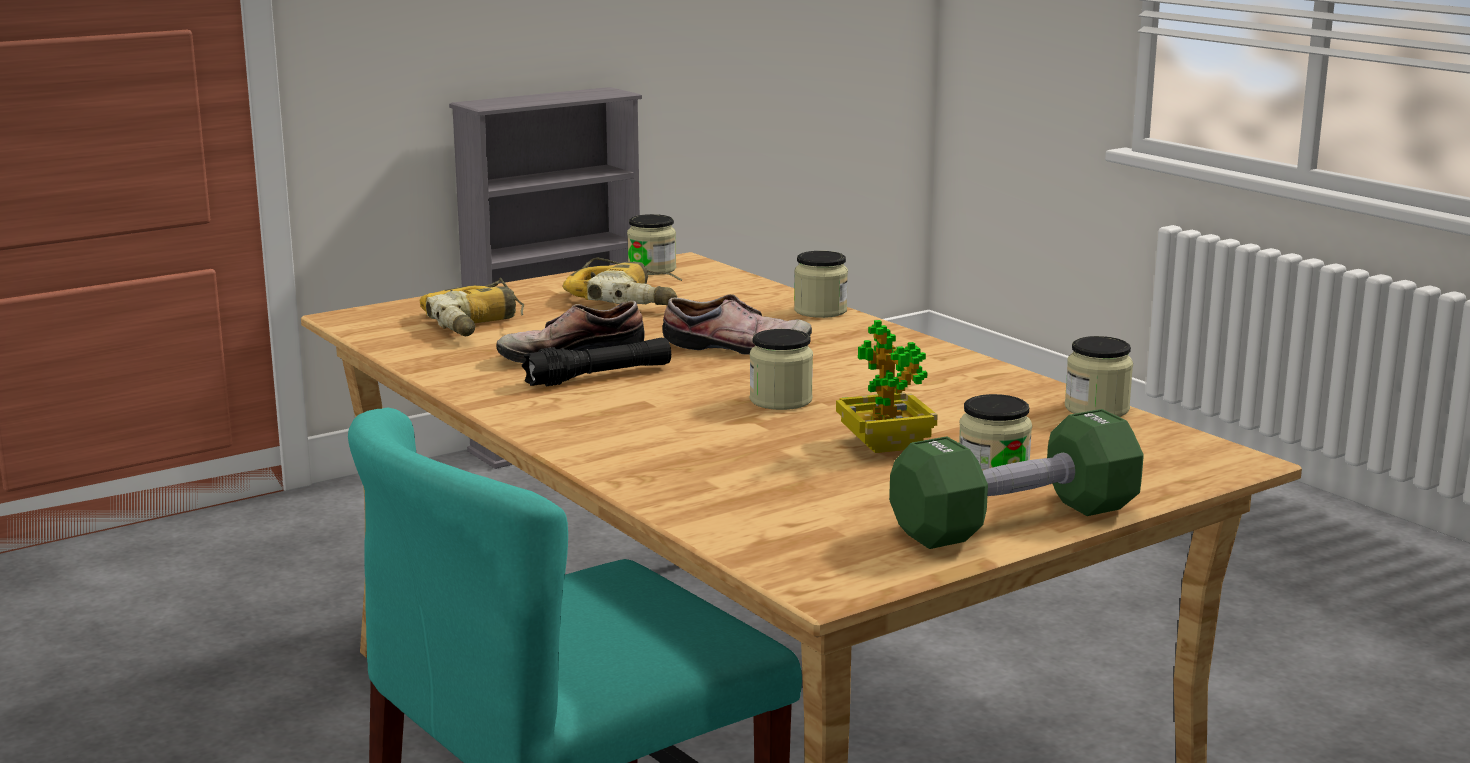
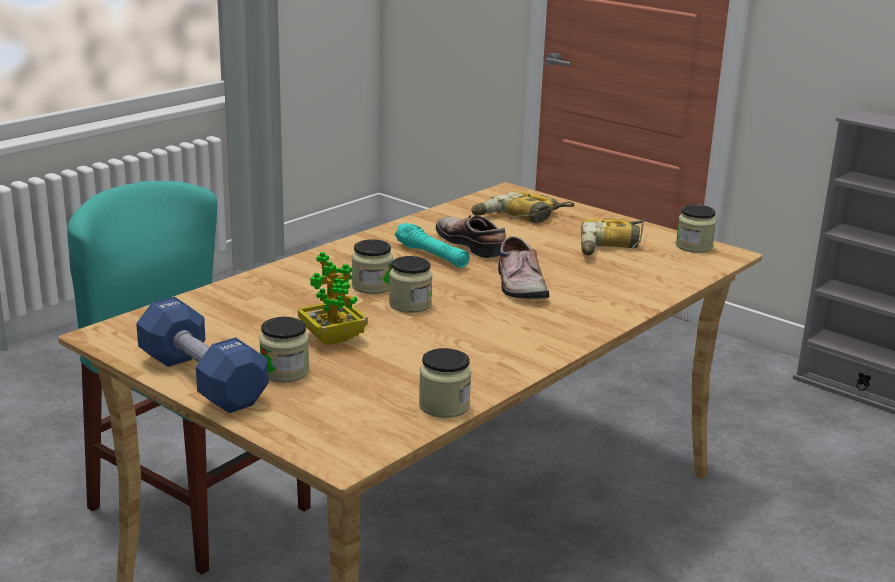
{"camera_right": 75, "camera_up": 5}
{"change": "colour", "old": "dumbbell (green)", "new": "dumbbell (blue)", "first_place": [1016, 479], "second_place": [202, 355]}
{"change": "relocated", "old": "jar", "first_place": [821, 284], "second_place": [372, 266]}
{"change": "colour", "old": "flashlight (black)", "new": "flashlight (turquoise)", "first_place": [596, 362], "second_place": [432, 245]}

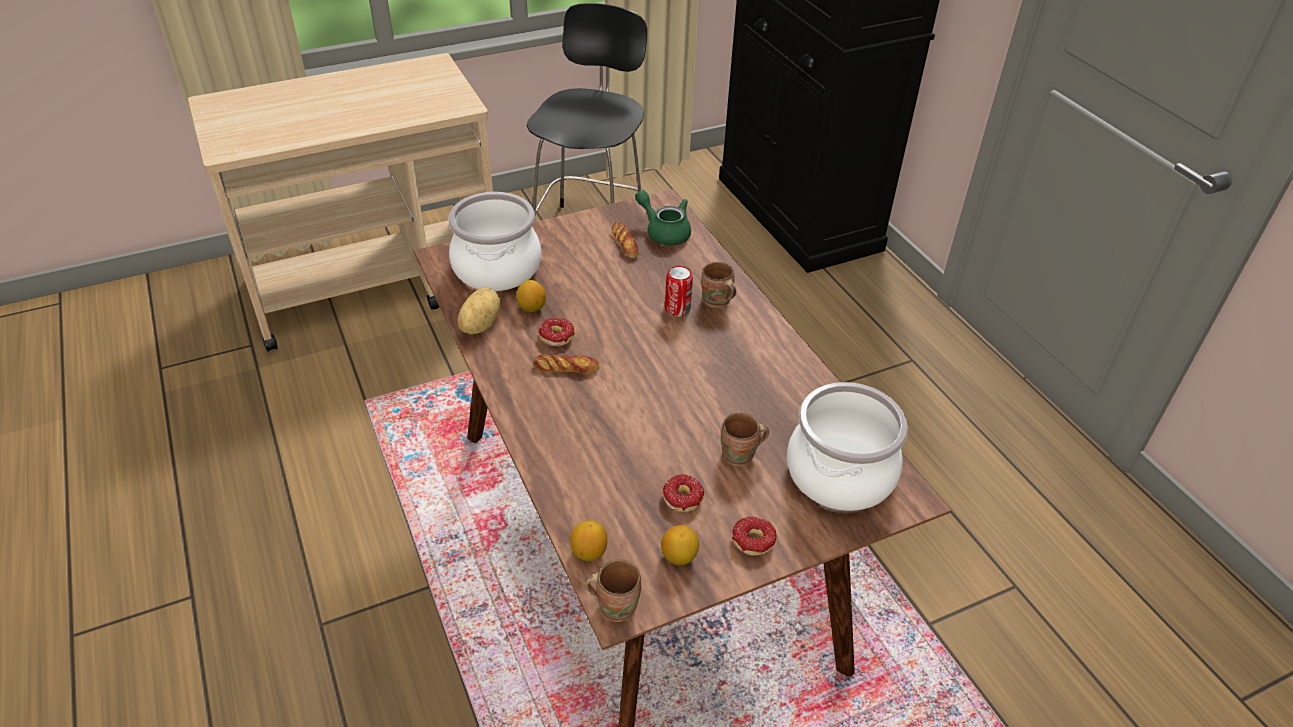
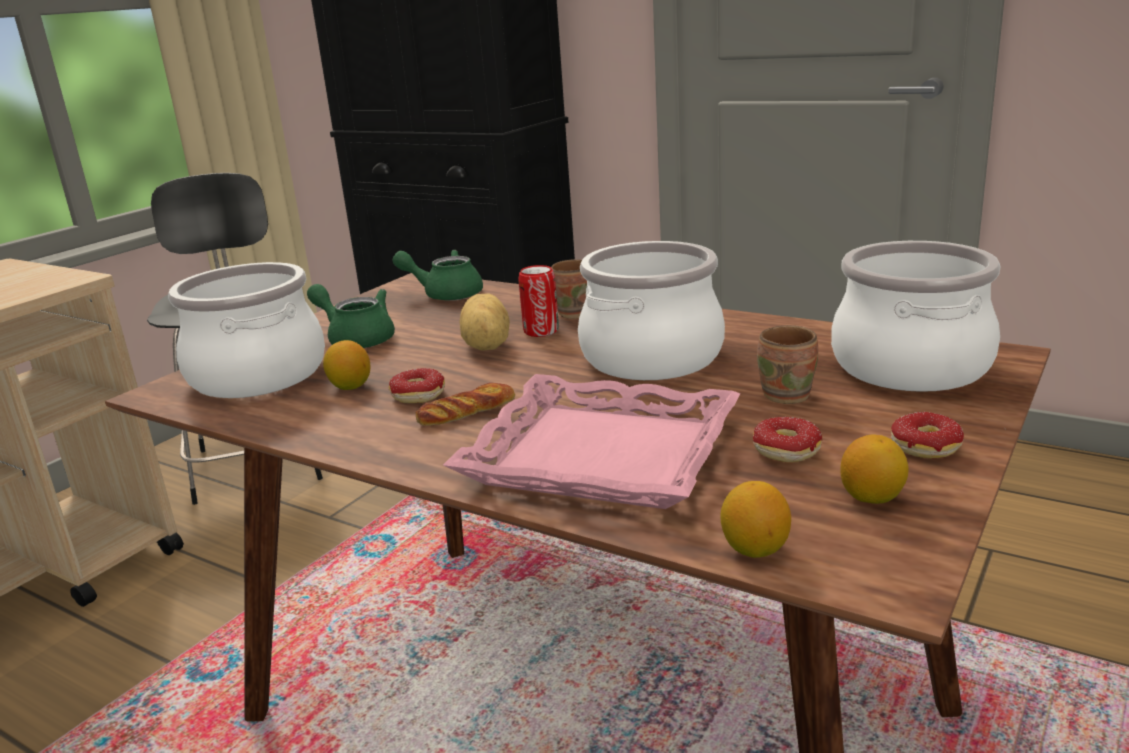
{"camera_right": -30, "camera_up": -20}
{"change": "appeared", "new": "teapot (green)", "second_place": [351, 316]}
{"change": "appeared", "new": "tray (pink)", "second_place": [591, 441]}
{"change": "relocated", "old": "potato", "first_place": [479, 310], "second_place": [484, 322]}
{"change": "appeared", "new": "cooking pot", "second_place": [651, 310]}
{"change": "missing", "old": "mug (brown)", "first_place": [613, 590]}
{"change": "missing", "old": "bread", "first_place": [625, 240]}

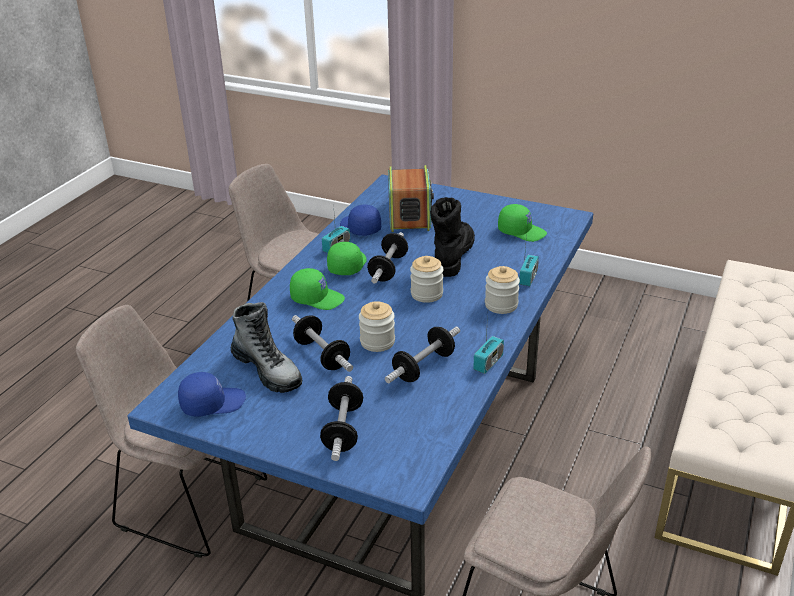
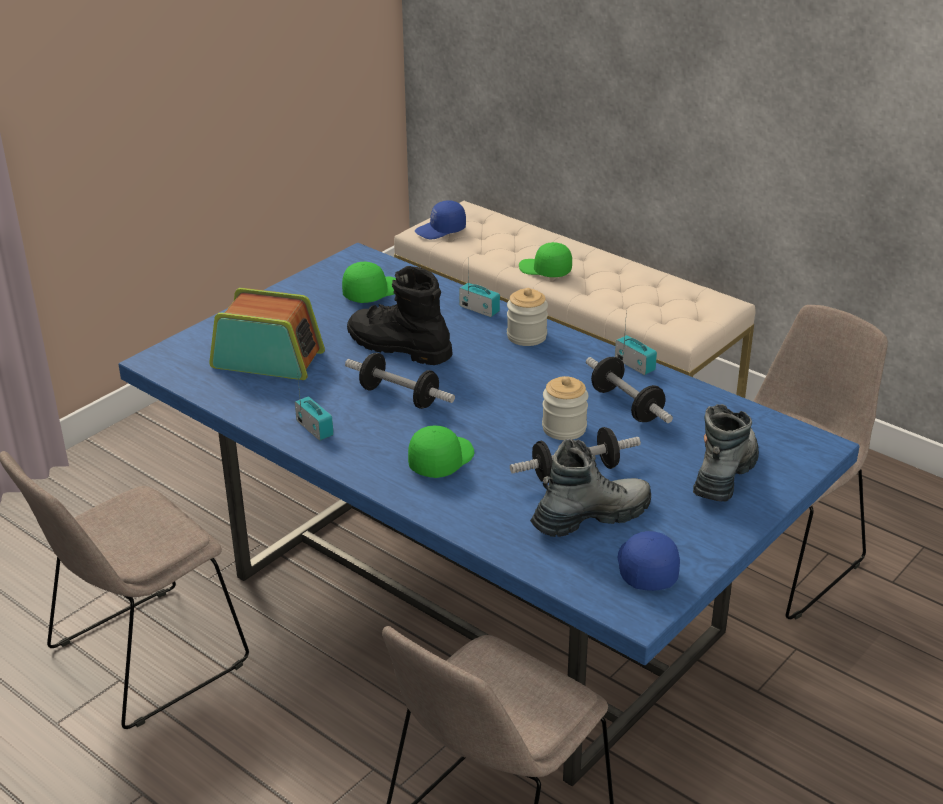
{"camera_right": -75, "camera_up": 0}
{"change": "relocated", "old": "cap (blue)", "first_place": [360, 220], "second_place": [440, 219]}
{"change": "relocated", "old": "cap (green)", "first_place": [347, 258], "second_place": [545, 259]}
{"change": "exchanged", "old": "dumbbell", "new": "boot", "first_place": [341, 418], "second_place": [726, 453]}
{"change": "missing", "old": "jar", "first_place": [426, 279]}

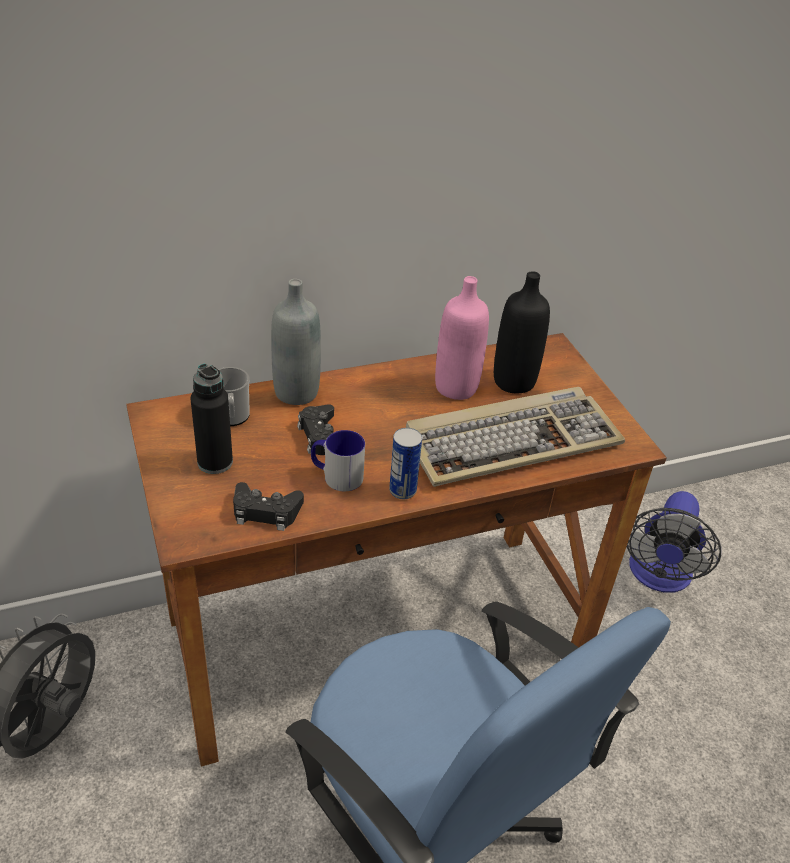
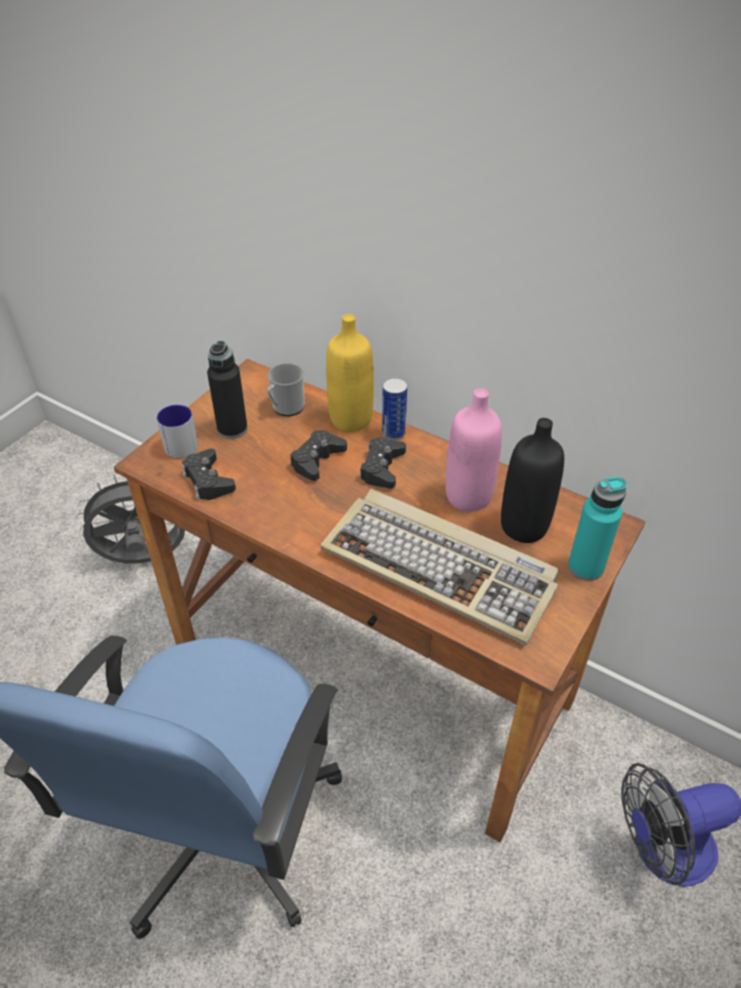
{"camera_right": 55, "camera_up": 5}
{"change": "relocated", "old": "mug", "first_place": [338, 460], "second_place": [177, 432]}
{"change": "colour", "old": "bottle (grey)", "new": "bottle (yellow)", "first_place": [296, 342], "second_place": [350, 373]}
{"change": "appeared", "new": "game controller (black)", "second_place": [382, 463]}
{"change": "relocated", "old": "can", "first_place": [405, 463], "second_place": [394, 409]}
{"change": "appeared", "new": "bottle (turquoise)", "second_place": [597, 528]}

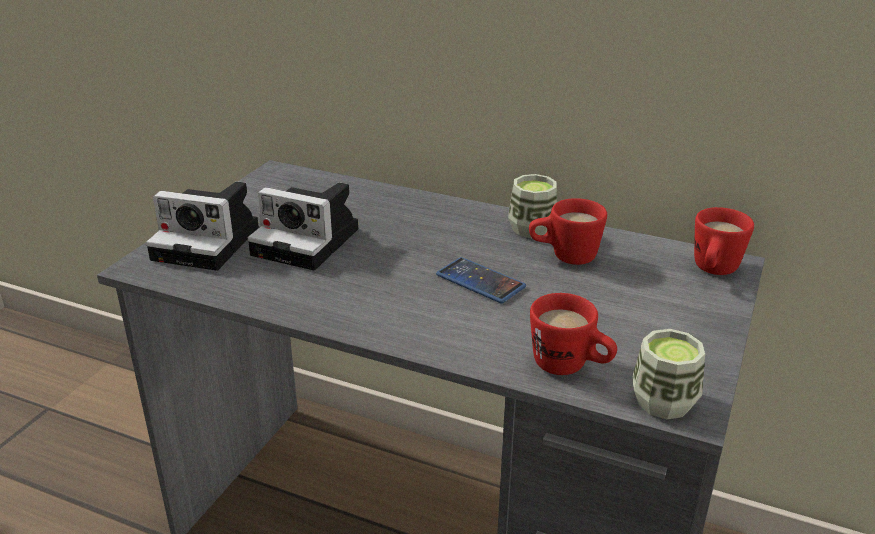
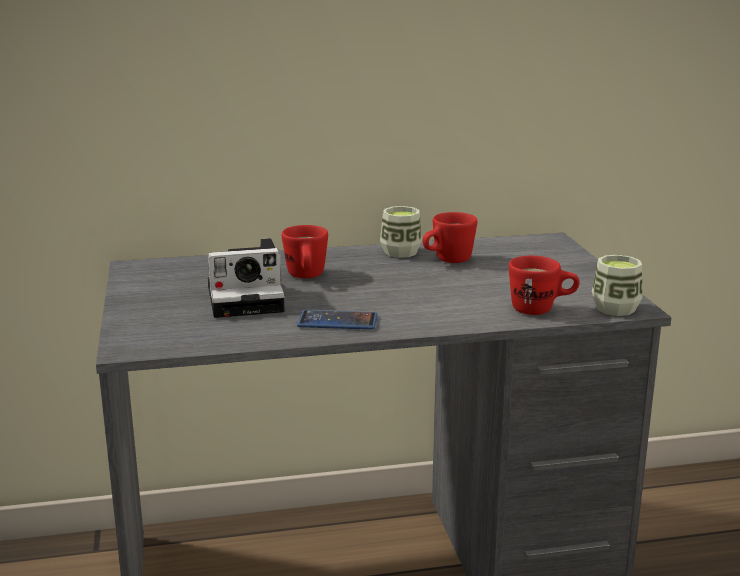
{"camera_right": -35, "camera_up": -10}
{"change": "relocated", "old": "mug (red)", "first_place": [724, 241], "second_place": [305, 251]}
{"change": "relocated", "old": "phone", "first_place": [481, 280], "second_place": [337, 320]}
{"change": "missing", "old": "photo camera", "first_place": [202, 226]}

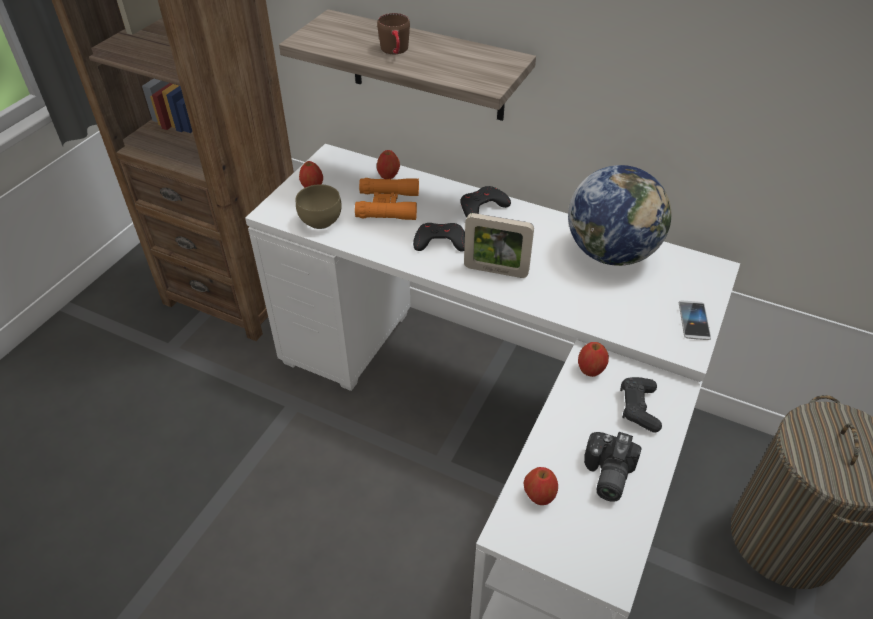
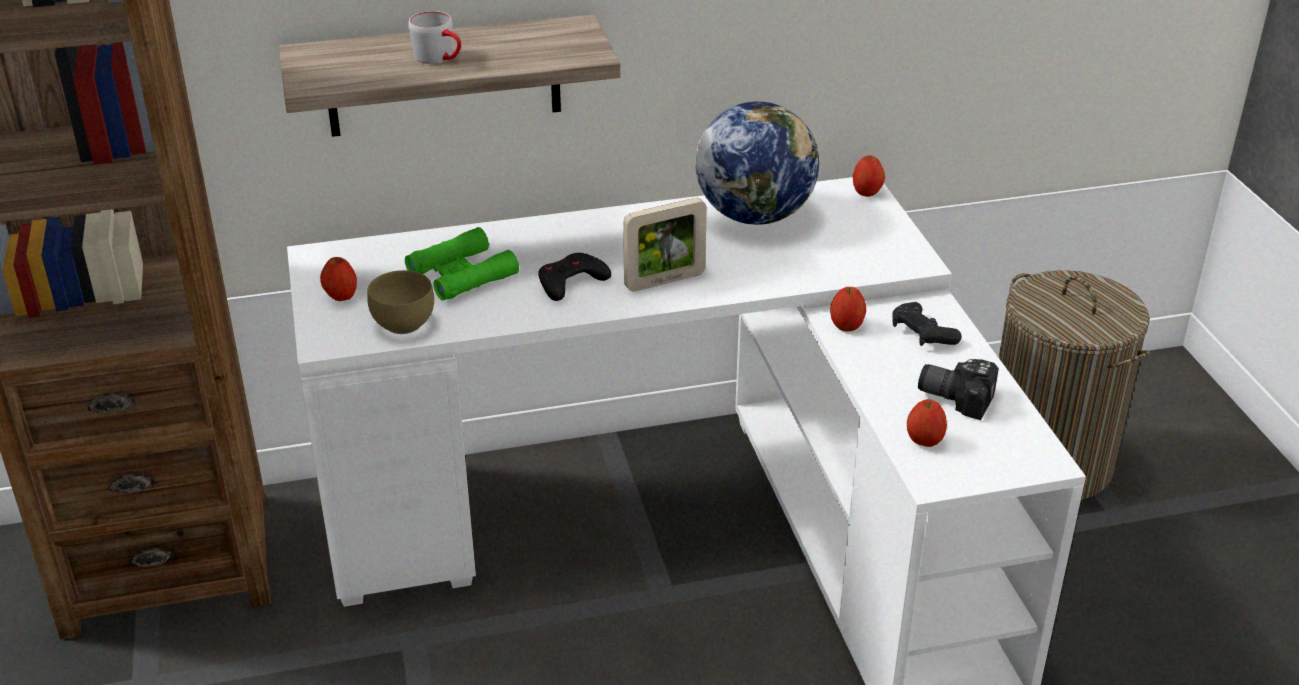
{"camera_right": -40, "camera_up": -10}
{"change": "colour", "old": "binoculars (orange)", "new": "binoculars (green)", "first_place": [387, 199], "second_place": [462, 264]}
{"change": "colour", "old": "mug (brown)", "new": "mug (grey)", "first_place": [393, 33], "second_place": [434, 37]}
{"change": "relocated", "old": "apple", "first_place": [388, 164], "second_place": [869, 176]}
{"change": "spun", "old": "photo camera", "first_place": [613, 467], "second_place": [958, 389], "degrees": 135}
{"change": "missing", "old": "game controller (black)", "first_place": [485, 201]}
{"change": "missing", "old": "phone", "first_place": [695, 320]}

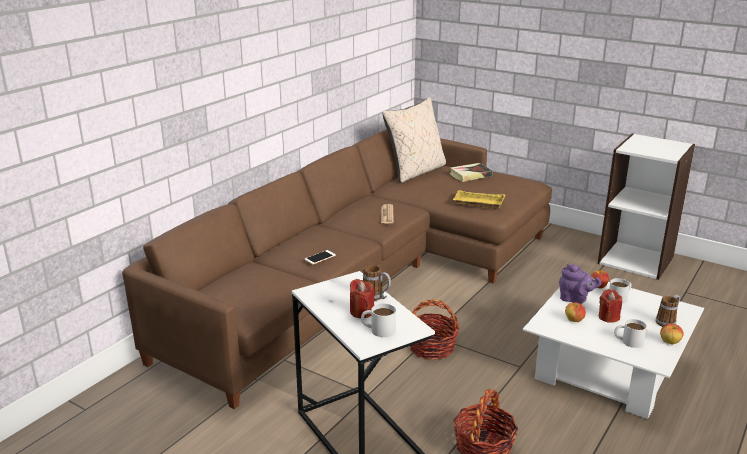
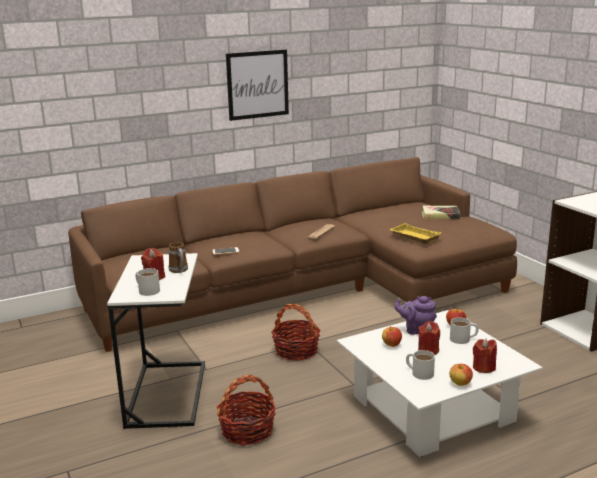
{"camera_right": 30, "camera_up": -5}
{"change": "appeared", "new": "picture", "second_place": [257, 85]}
{"change": "spun", "old": "teapot (purple)", "first_place": [580, 284], "second_place": [416, 315], "degrees": 135}
{"change": "exchanged", "old": "mug", "new": "candle (red)", "first_place": [668, 311], "second_place": [485, 356]}
{"change": "missing", "old": "pillow (beige)", "first_place": [414, 140]}

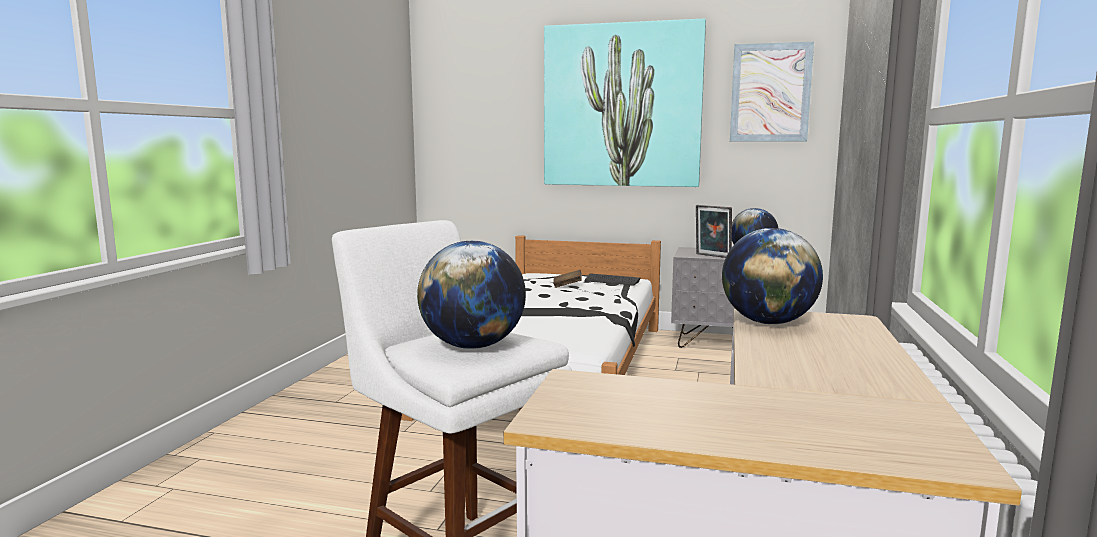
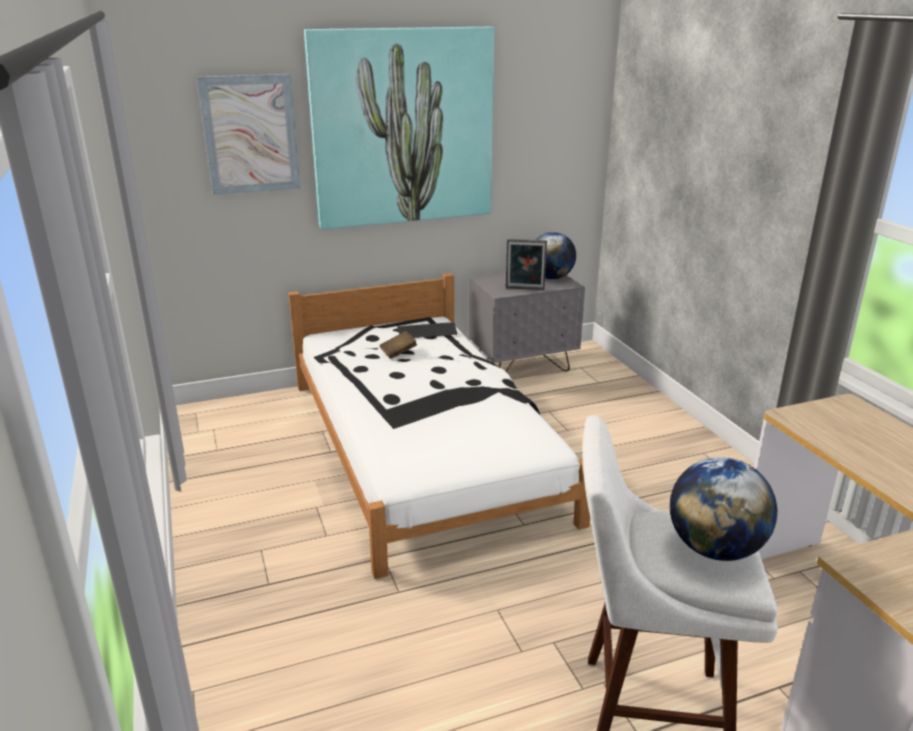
{"camera_right": -35, "camera_up": 15}
{"change": "relocated", "old": "picture", "first_place": [772, 91], "second_place": [248, 134]}
{"change": "missing", "old": "globe", "first_place": [772, 276]}

